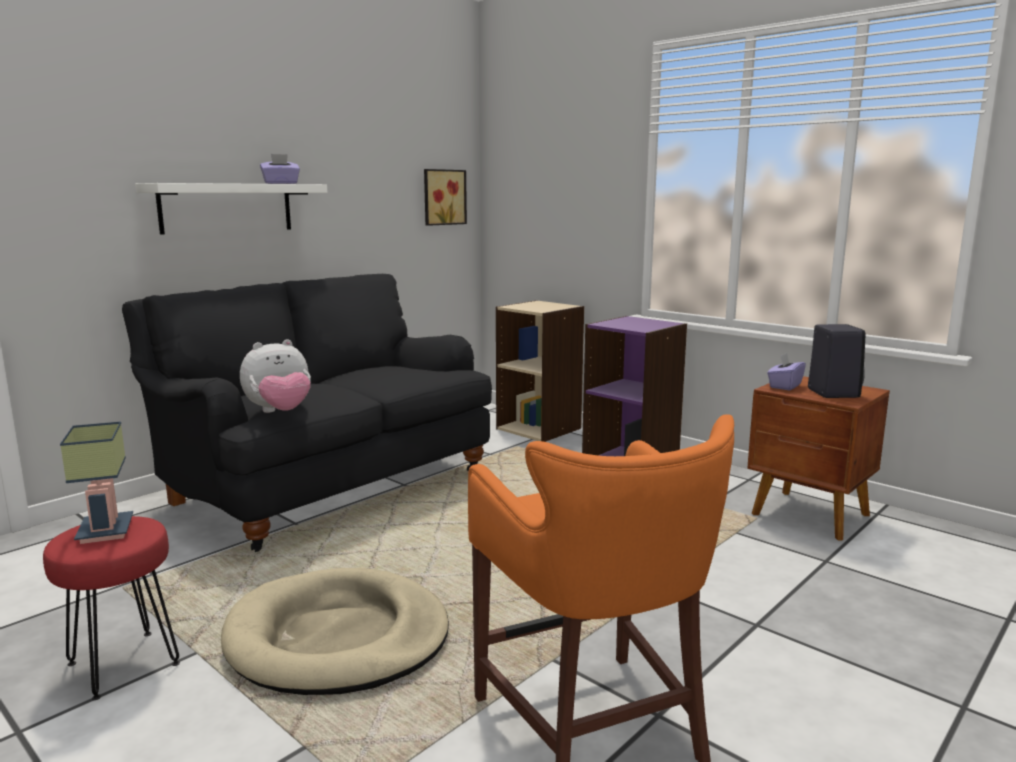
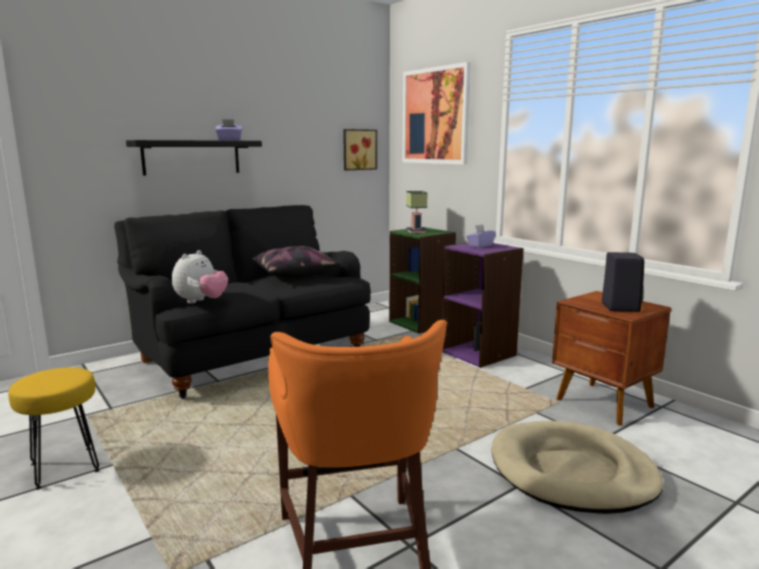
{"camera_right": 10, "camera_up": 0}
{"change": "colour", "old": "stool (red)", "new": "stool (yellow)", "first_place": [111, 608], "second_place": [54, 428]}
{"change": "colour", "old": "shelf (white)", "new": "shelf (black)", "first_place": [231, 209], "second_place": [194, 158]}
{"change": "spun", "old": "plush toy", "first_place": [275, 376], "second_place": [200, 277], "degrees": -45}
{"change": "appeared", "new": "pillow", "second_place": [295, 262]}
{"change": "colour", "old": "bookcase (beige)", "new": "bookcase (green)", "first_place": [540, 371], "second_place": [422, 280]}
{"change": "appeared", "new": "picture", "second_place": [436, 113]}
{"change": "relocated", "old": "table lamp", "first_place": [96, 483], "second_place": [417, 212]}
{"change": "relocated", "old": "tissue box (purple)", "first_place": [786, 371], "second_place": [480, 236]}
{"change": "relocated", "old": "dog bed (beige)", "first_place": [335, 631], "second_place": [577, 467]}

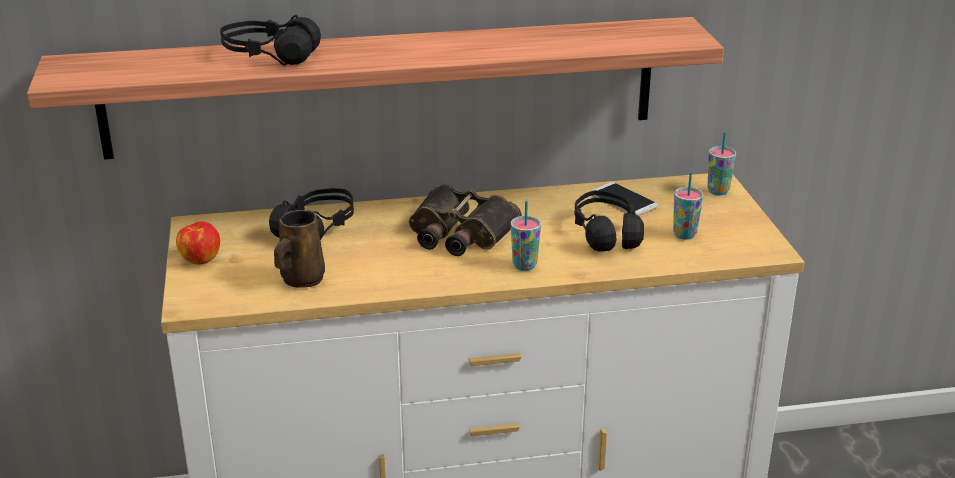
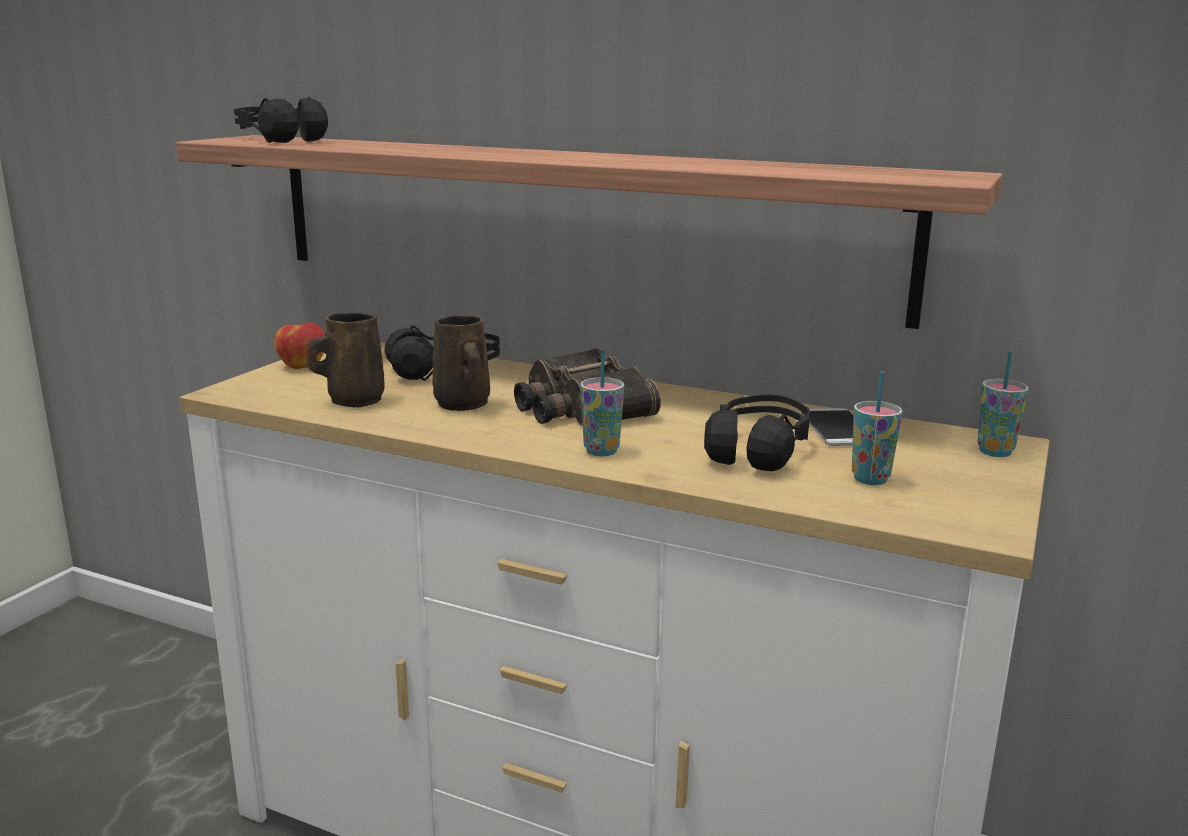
{"camera_right": 35, "camera_up": -10}
{"change": "relocated", "old": "headphones (black)", "first_place": [270, 40], "second_place": [281, 120]}
{"change": "appeared", "new": "mug (brown)", "second_place": [461, 363]}

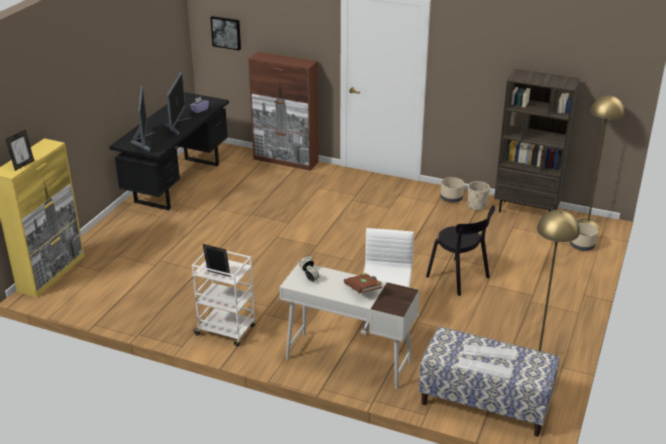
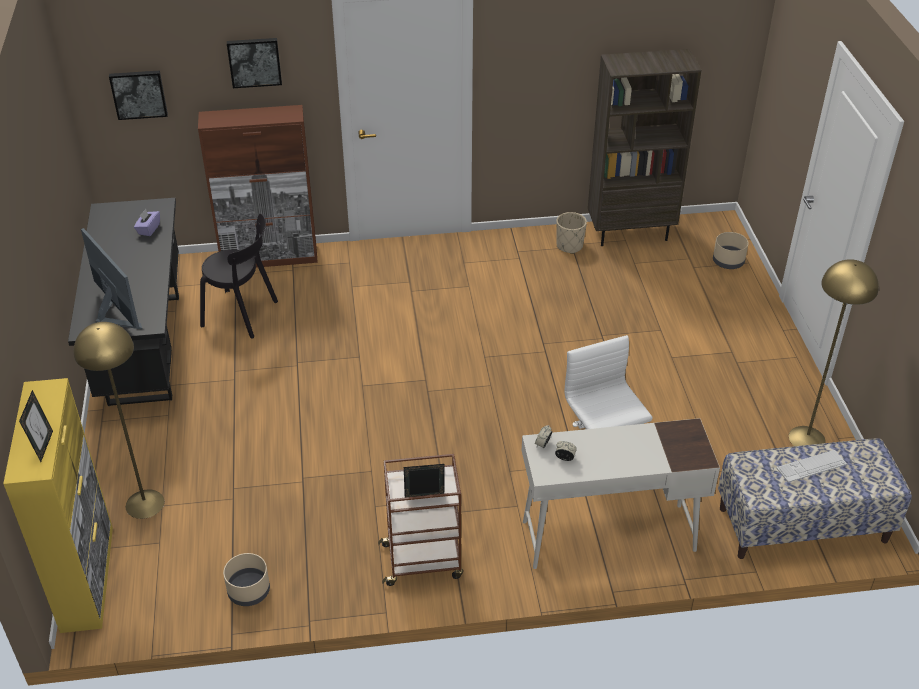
{"camera_right": -30, "camera_up": 10}
{"change": "relocated", "old": "floor lamp (yellow)", "first_place": [601, 162], "second_place": [119, 420]}
{"change": "relocated", "old": "chair (black)", "first_place": [460, 250], "second_place": [239, 276]}
{"change": "relocated", "old": "planter (beige)", "first_place": [452, 189], "second_place": [246, 579]}
{"change": "appeared", "new": "picture", "second_place": [254, 63]}
{"change": "colour", "old": "cart (white)", "new": "cart (brown)", "first_place": [224, 298], "second_place": [420, 520]}
{"change": "missing", "old": "monitor", "first_place": [178, 103]}
{"change": "missing", "old": "book (brown)", "first_place": [363, 283]}
{"change": "missing", "old": "keyboard", "first_place": [485, 368]}

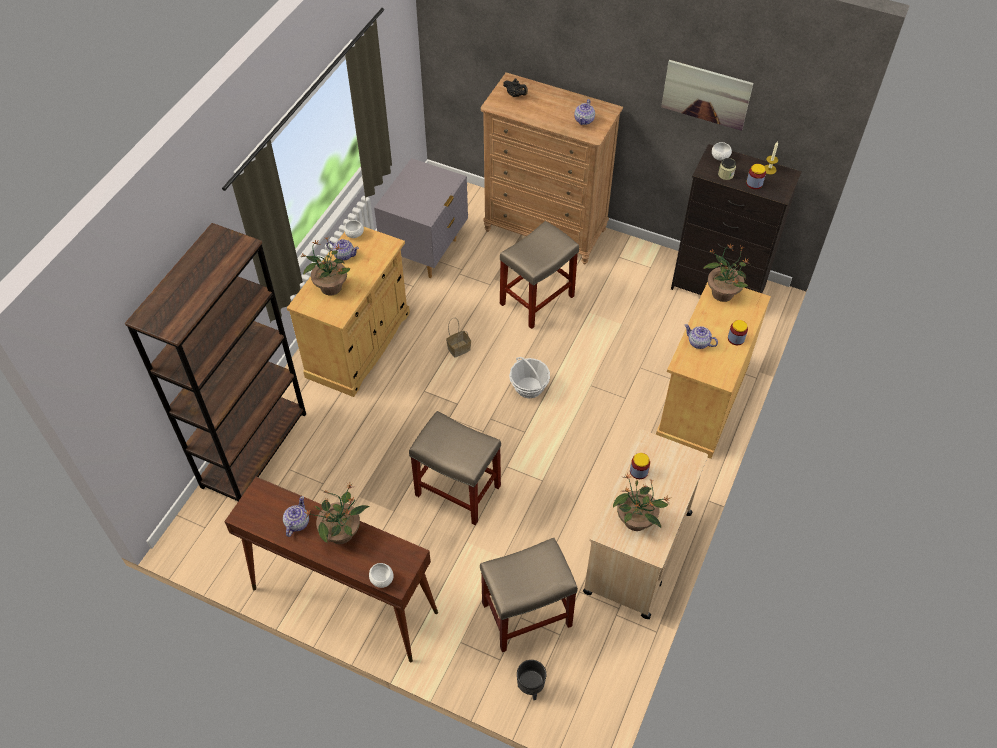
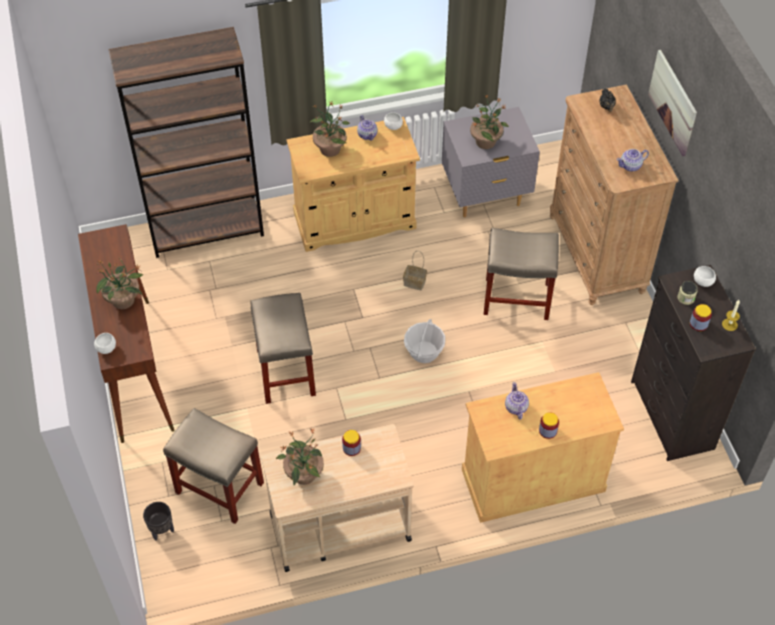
{"camera_right": 50, "camera_up": 0}
{"change": "relocated", "old": "potted plant", "first_place": [726, 273], "second_place": [489, 122]}
{"change": "relocated", "old": "picture", "first_place": [707, 95], "second_place": [672, 103]}
{"change": "missing", "old": "teapot", "first_place": [296, 516]}

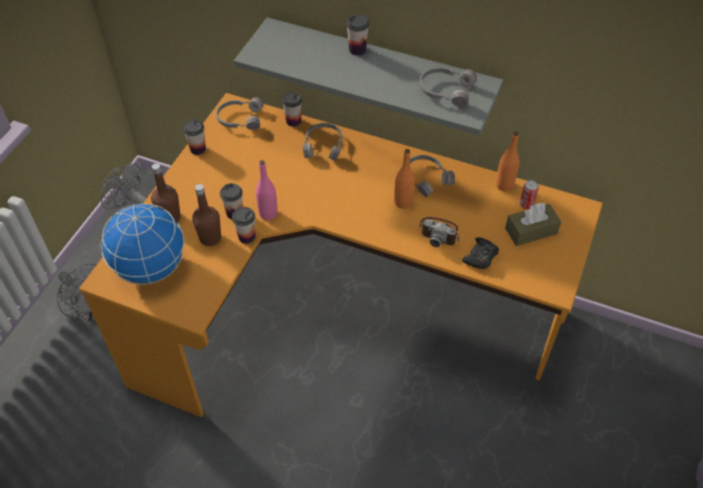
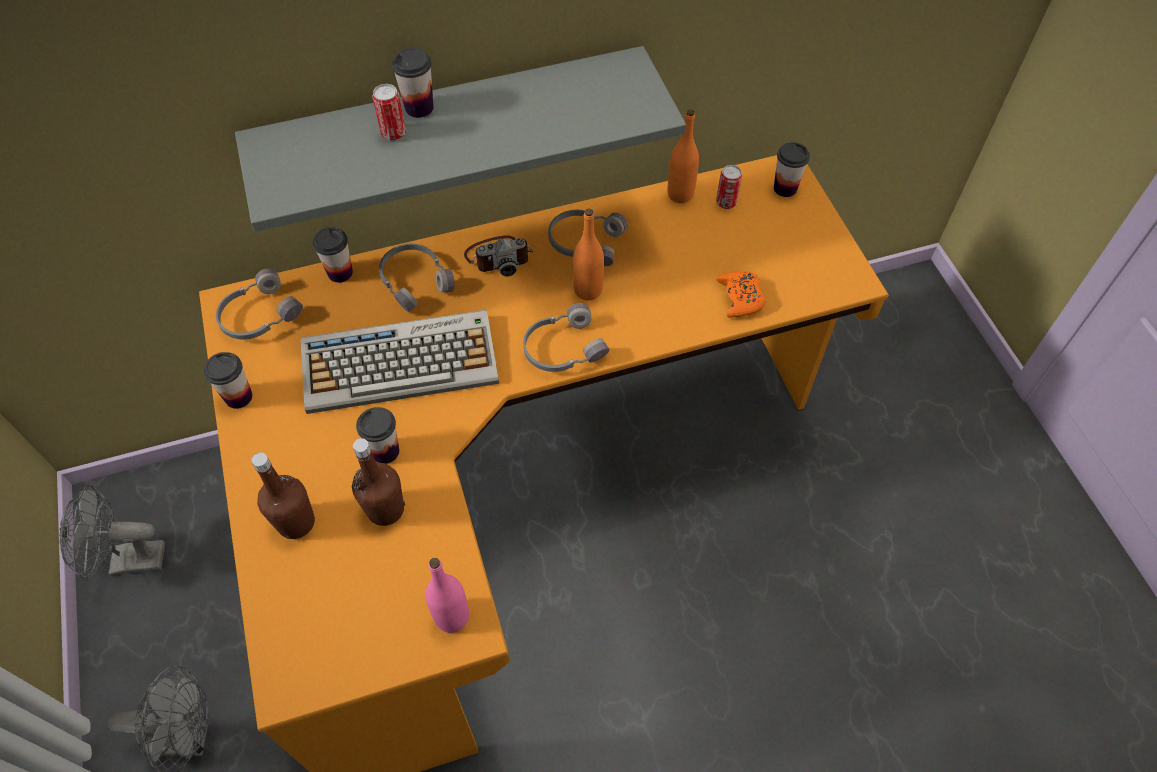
{"camera_right": -40, "camera_up": 5}
{"change": "appeared", "new": "keyboard", "second_place": [399, 362]}
{"change": "appeared", "new": "can", "second_place": [389, 112]}
{"change": "relocated", "old": "bottle (pink)", "first_place": [267, 190], "second_place": [447, 595]}
{"change": "relocated", "old": "photo camera", "first_place": [439, 232], "second_place": [498, 256]}
{"change": "relocated", "old": "headphones (grey)", "first_place": [448, 87], "second_place": [566, 337]}
{"change": "colour", "old": "game controller (black)", "new": "game controller (orange)", "first_place": [480, 253], "second_place": [741, 294]}
{"change": "relocated", "old": "cup", "first_place": [243, 225], "second_place": [792, 169]}
{"change": "missing", "old": "globe", "first_place": [143, 244]}
{"change": "missing", "old": "tissue box (brown)", "first_place": [533, 224]}

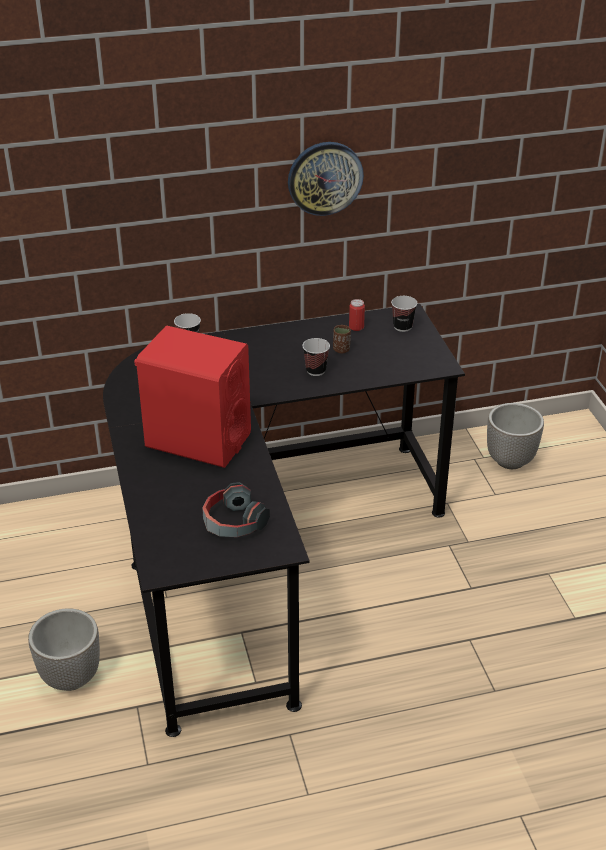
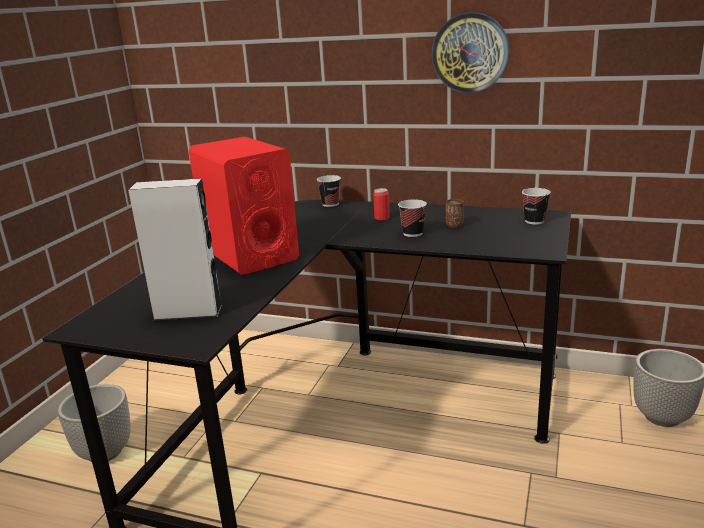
{"camera_right": 35, "camera_up": -15}
{"change": "exchanged", "old": "headphones", "new": "speaker (grey)", "first_place": [236, 509], "second_place": [175, 249]}
{"change": "relocated", "old": "can", "first_place": [357, 315], "second_place": [381, 204]}

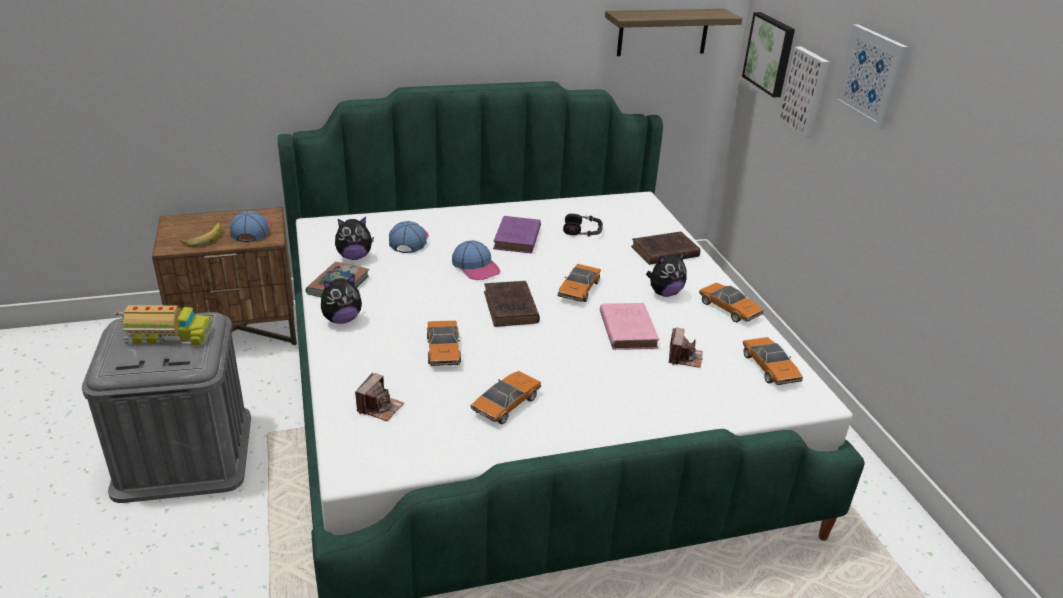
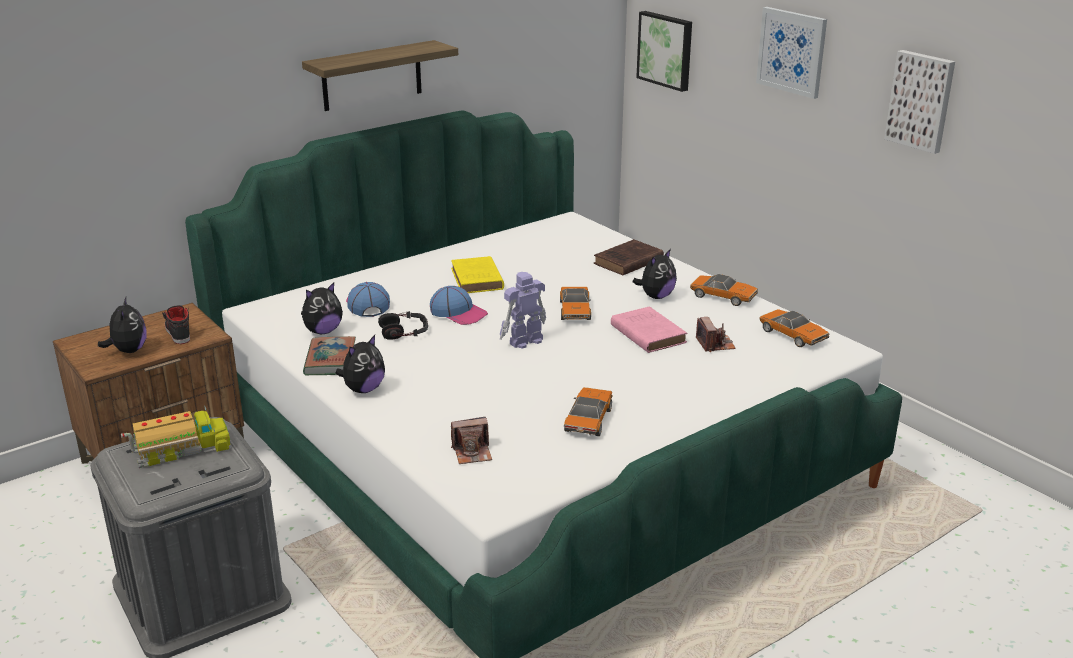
{"camera_right": -20, "camera_up": -5}
{"change": "exchanged", "old": "banana", "new": "plush toy", "first_place": [200, 235], "second_place": [122, 325]}
{"change": "exchanged", "old": "cap", "new": "shoe (black)", "first_place": [250, 226], "second_place": [176, 324]}
{"change": "relocated", "old": "shelf", "first_place": [673, 32], "second_place": [380, 75]}
{"change": "relocated", "old": "headphones", "first_place": [583, 225], "second_place": [403, 325]}
{"change": "colour", "old": "book (purple)", "new": "book (yellow)", "first_place": [517, 234], "second_place": [477, 274]}
{"change": "spun", "old": "photo camera", "first_place": [379, 396], "second_place": [471, 440], "degrees": 75}
{"change": "exchanged", "old": "book (brown)", "new": "toy robot", "first_place": [512, 304], "second_place": [523, 310]}
{"change": "relocated", "old": "picture", "first_place": [804, 92], "second_place": [919, 102]}
{"change": "missing", "old": "toy car", "first_place": [444, 343]}

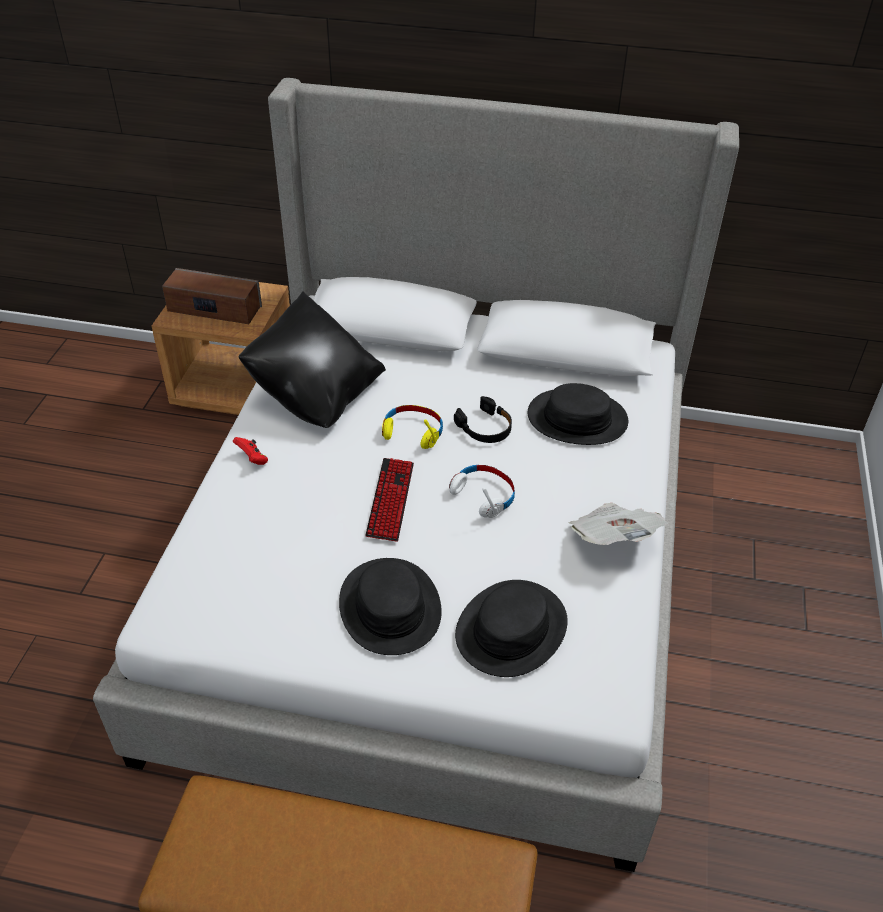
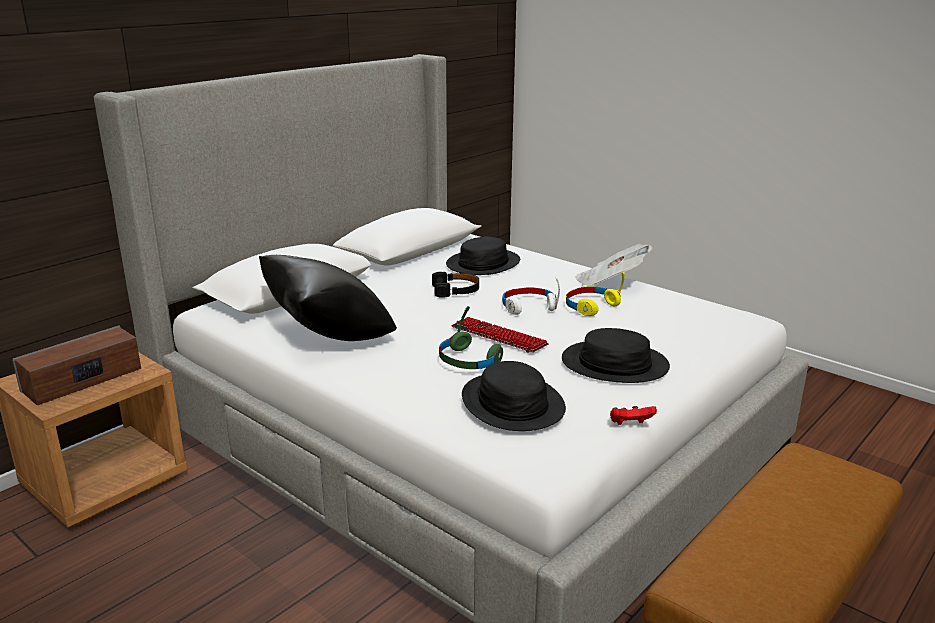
{"camera_right": -60, "camera_up": -20}
{"change": "appeared", "new": "headphones (green)", "second_place": [471, 337]}
{"change": "relocated", "old": "hat (black)", "first_place": [511, 628], "second_place": [514, 396]}
{"change": "relocated", "old": "headphones (yellow)", "first_place": [412, 427], "second_place": [595, 294]}
{"change": "relocated", "old": "game controller (red)", "first_place": [250, 451], "second_place": [633, 415]}

